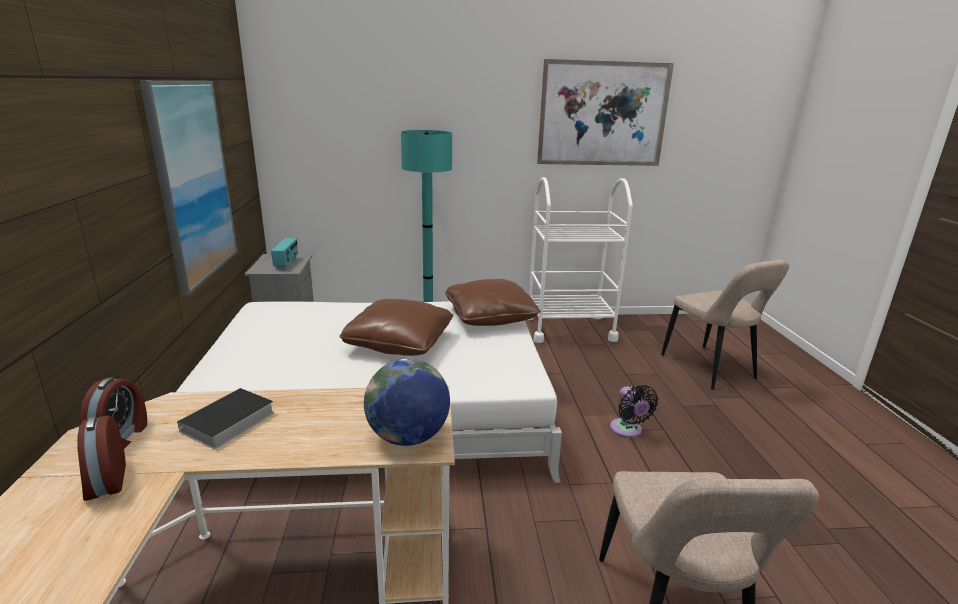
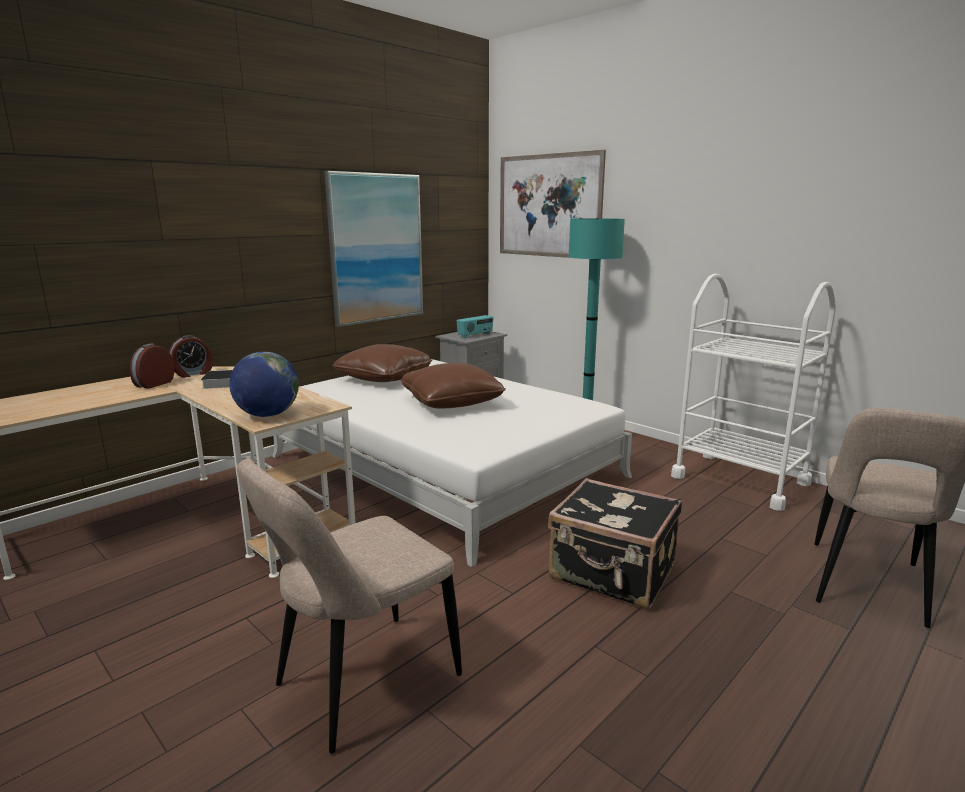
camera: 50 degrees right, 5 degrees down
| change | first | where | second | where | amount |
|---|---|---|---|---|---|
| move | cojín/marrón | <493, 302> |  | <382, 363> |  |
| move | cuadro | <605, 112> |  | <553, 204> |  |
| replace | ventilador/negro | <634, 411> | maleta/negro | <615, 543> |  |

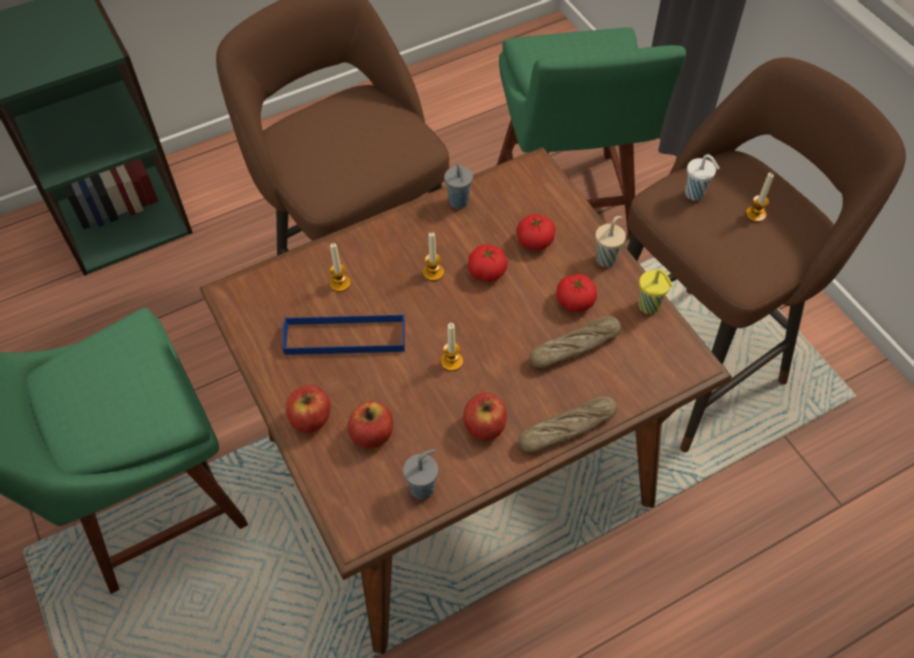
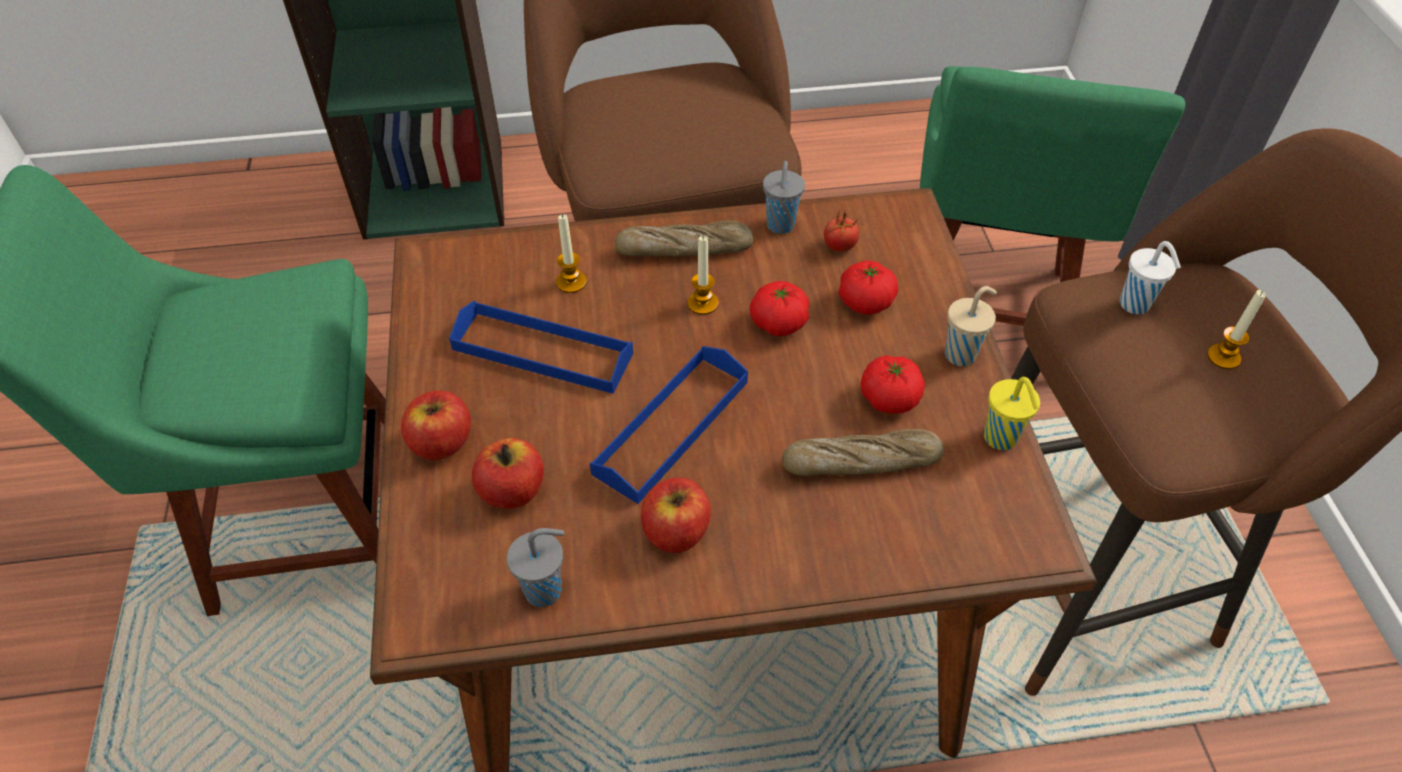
camera: 20 degrees right, 5 degrees down
| change | first | where | second | where | amount |
|---|---|---|---|---|---|
| replace | vela | <452, 347> | bandeja/azul | <669, 425> |  |
| move | pan | <567, 424> |  | <684, 238> |  |
| insert |  |  | tomate | <841, 231> |  |

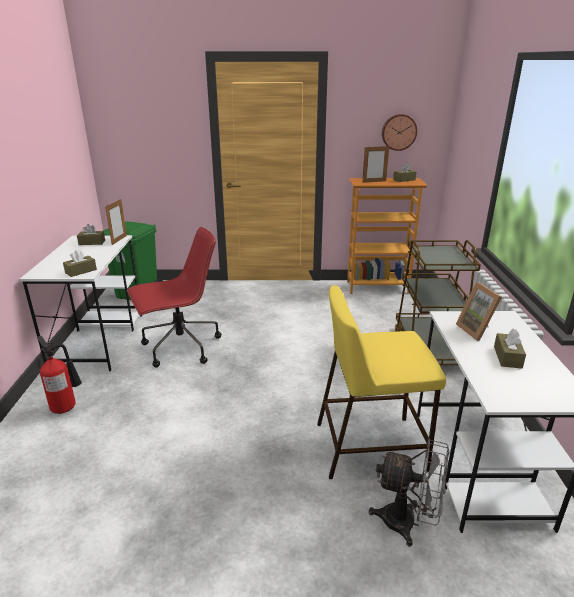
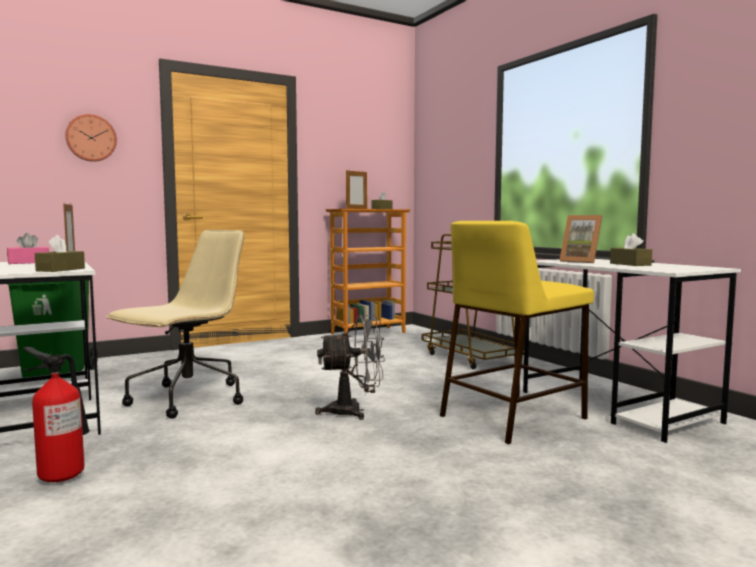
camera: 30 degrees left, 20 degrees down
| change | first | where | second | where | amount |
|---|---|---|---|---|---|
| recolor | caja de pañuelos/marrón | <91, 234> | caja de pañuelos/rosa | <28, 248> |  |
| recolor | silla de oficina/rojo | <174, 297> | silla de oficina/beis | <175, 324> |  |
| move | ventilador/gris | <409, 493> |  | <350, 367> |  |
| move | reloj de pared | <399, 132> |  | <91, 138> |  |

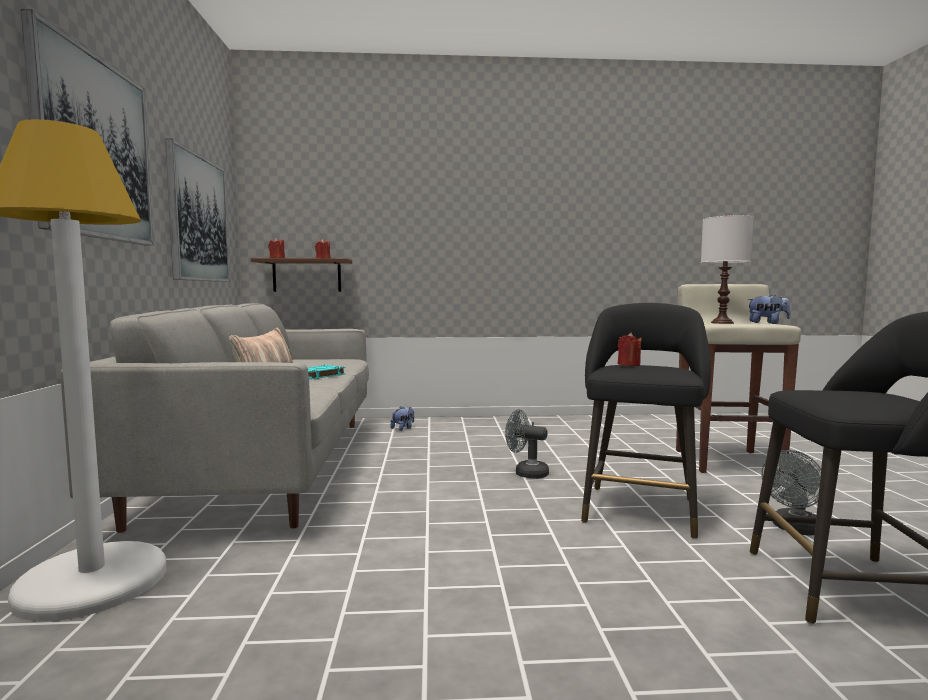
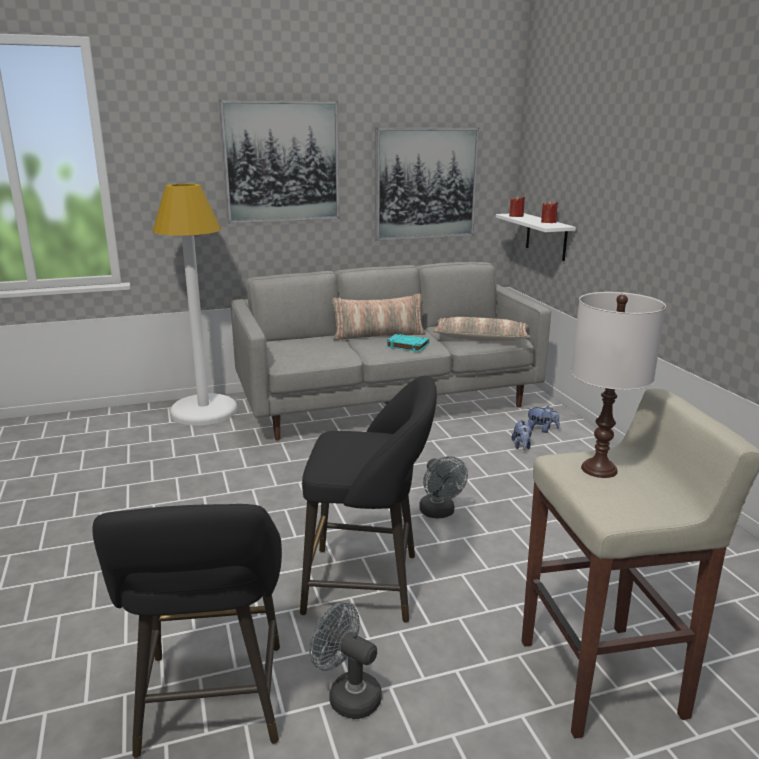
camera: 75 degrees right, 15 degrees up
| change | first | where | second | where | amount |
|---|---|---|---|---|---|
| recolor | estante/marrón | <301, 275> | estante/blanco | <536, 237> |  |
| rotate | ventilador/gris | <527, 444> |  | <443, 487> | 150 degrees clockwise |
| delete | vela/rojo | <630, 349> |  |  |  |
| move | peluche | <768, 309> |  | <521, 435> |  |
| insert |  |  | cojín | <481, 329> |  |

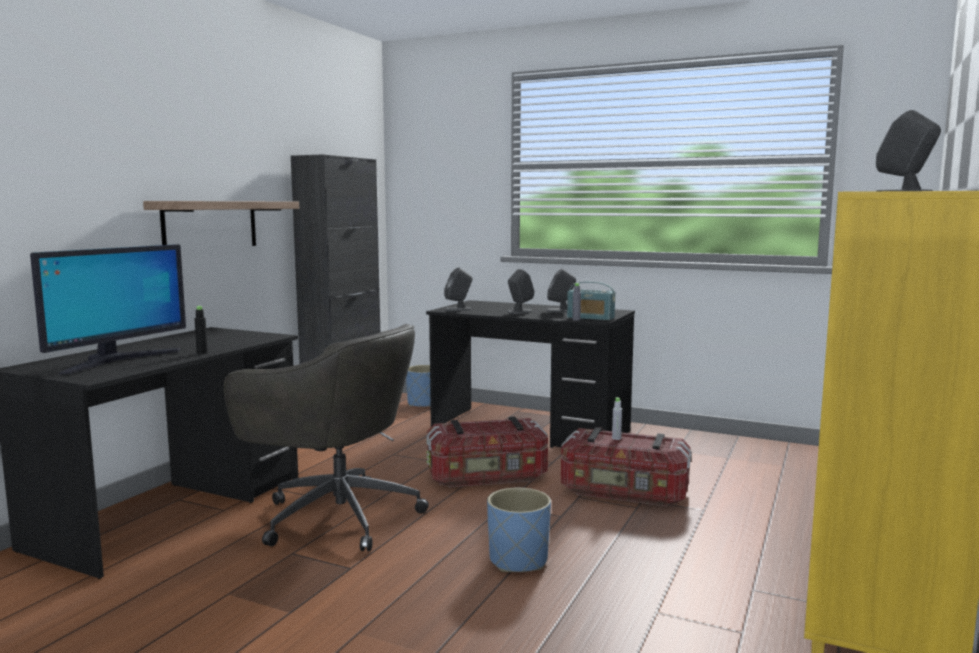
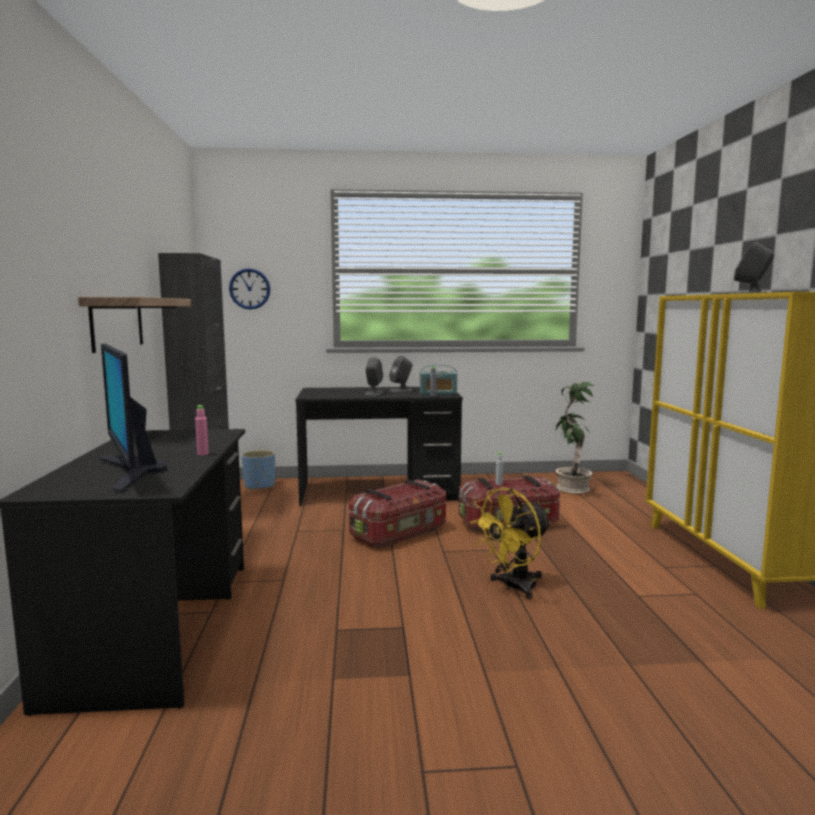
camera: 30 degrees left, 0 degrees up
| change | first | where | second | where | amount |
|---|---|---|---|---|---|
| rotate | monitor | <108, 309> |  | <133, 417> | 150 degrees clockwise |
| recolor | botella/negro | <201, 330> | botella/rosa | <202, 430> |  |
| delete | silla de oficina/gris | <326, 437> |  |  |  |
| delete | altavoz/gris | <458, 289> |  |  |  |
| replace | maceta/azul | <519, 530> | ventilador/amarillo | <511, 543> |  |
| insert |  |  | reloj de pared | <249, 289> |  |
| insert |  |  | planta en maceta | <575, 438> |  |

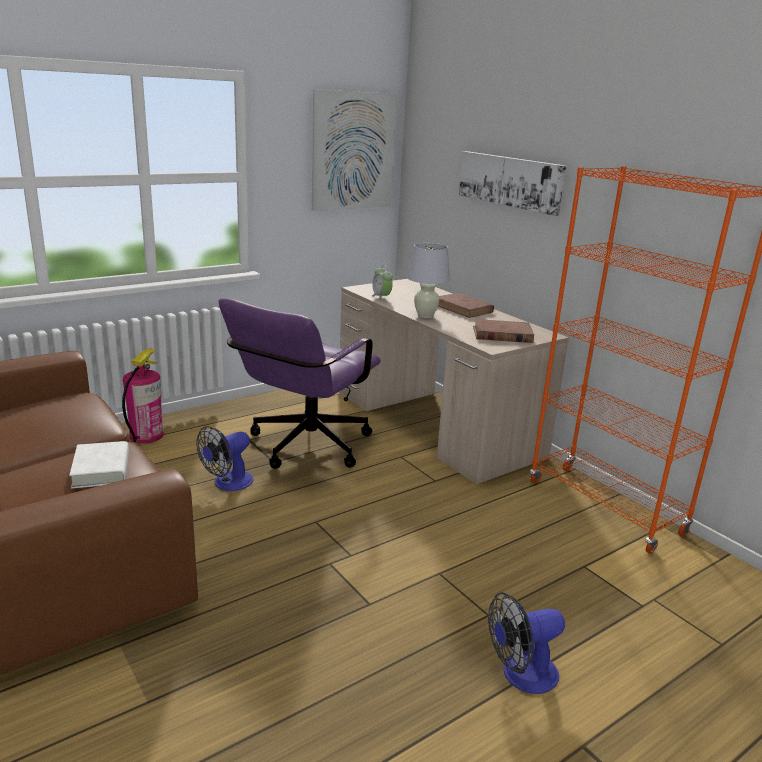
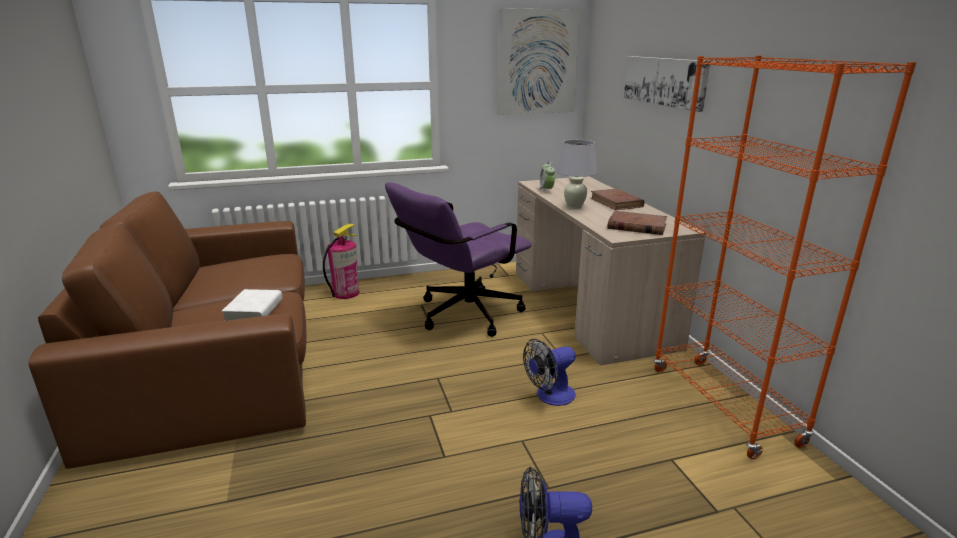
camera: 20 degrees right, 0 degrees up
| change | first | where | second | where | amount |
|---|---|---|---|---|---|
| move | ventilador | <225, 458> |  | <549, 372> |  |

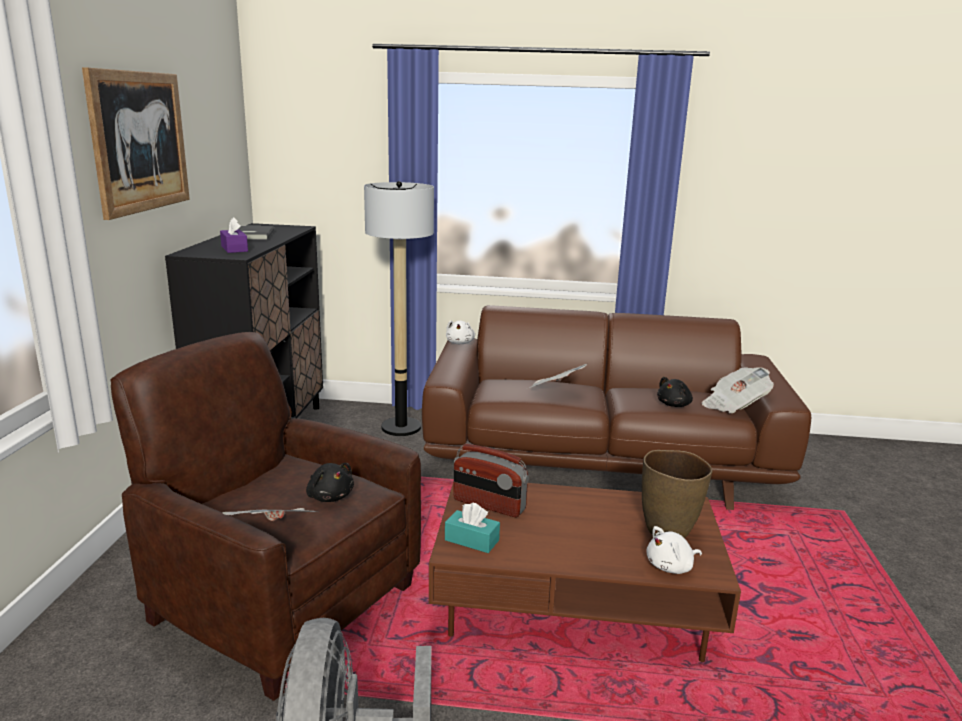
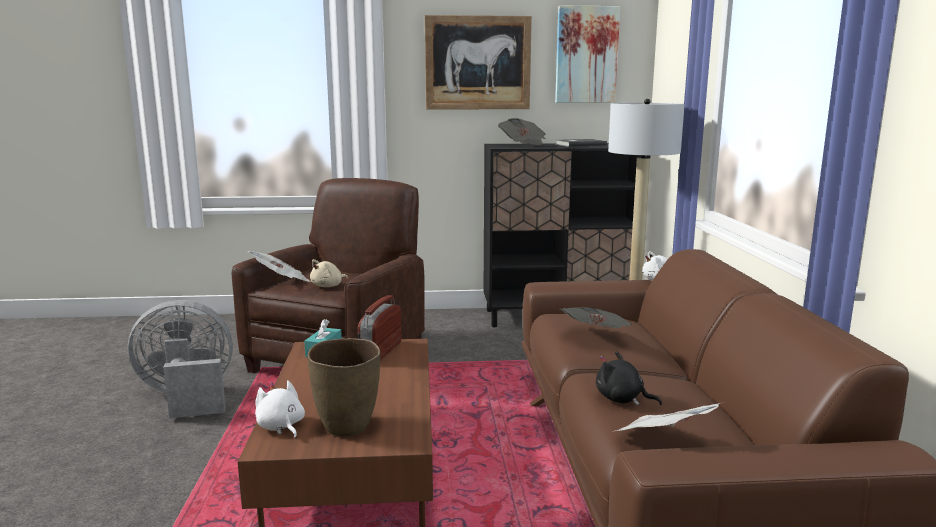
camera: 80 degrees right, 5 degrees down
| change | first | where | second | where | amount |
|---|---|---|---|---|---|
| replace | caja de pañuelos/morado | <234, 235> | periódico | <522, 131> |  |
| recolor | peluche/negro | <330, 482> | peluche/beis | <329, 273> |  |
| insert |  |  | cuadro | <587, 54> |  |

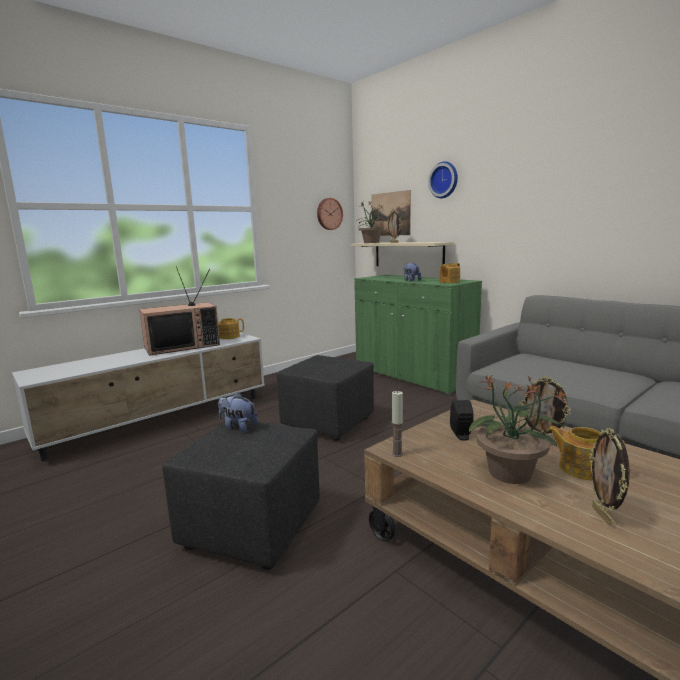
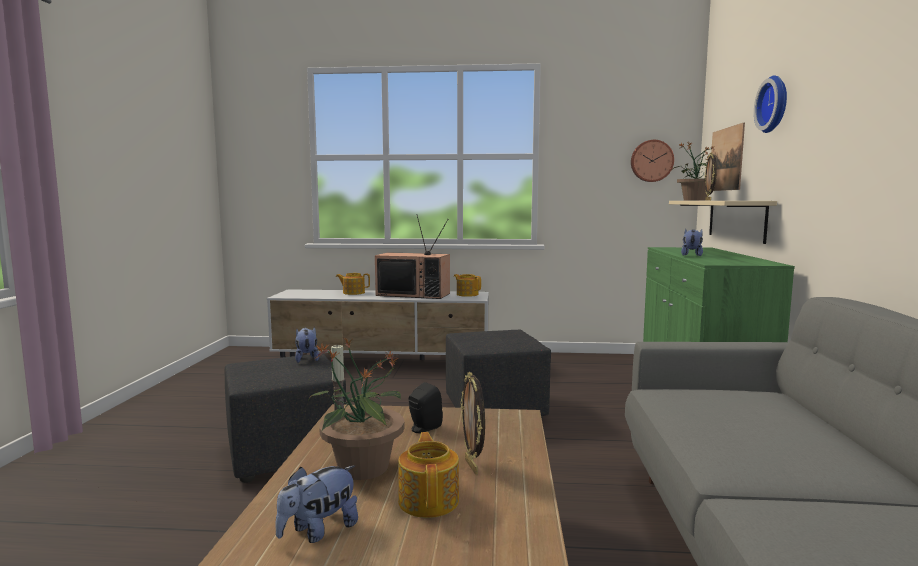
camera: 45 degrees right, 5 degrees down
| change | first | where | second | where | amount |
|---|---|---|---|---|---|
| move | tetera | <450, 273> |  | <353, 284> |  |
| replace | portarretratos | <609, 477> | peluche | <316, 504> |  |

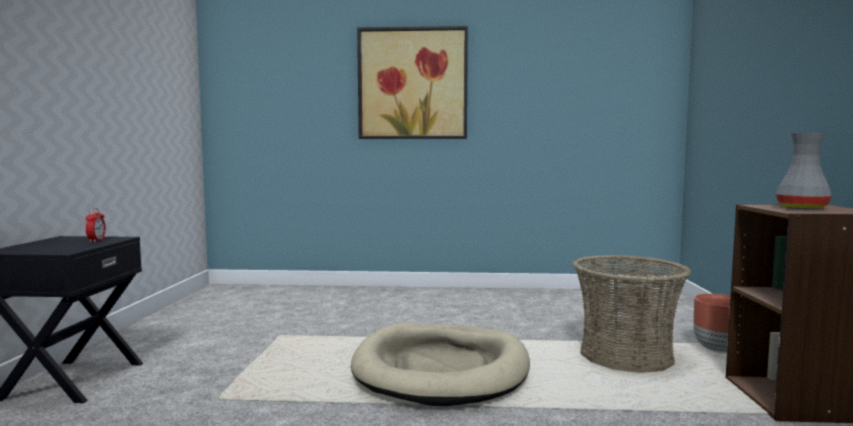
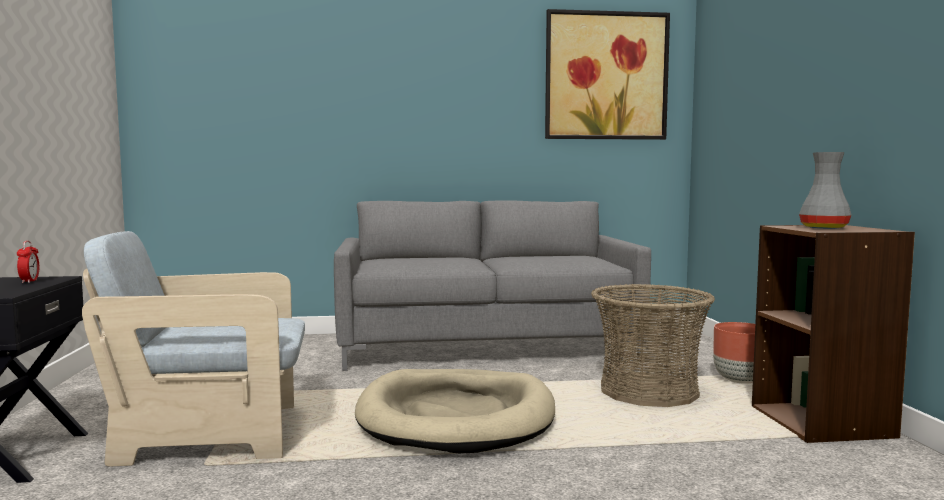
camera: 10 degrees left, 0 degrees up
| change | first | where | second | where | amount |
|---|---|---|---|---|---|
| move | cuadro | <412, 82> |  | <607, 74> |  |
| insert |  |  | sillón/beis | <193, 348> |  |
| insert |  |  | sofá/gris | <492, 285> |  |

